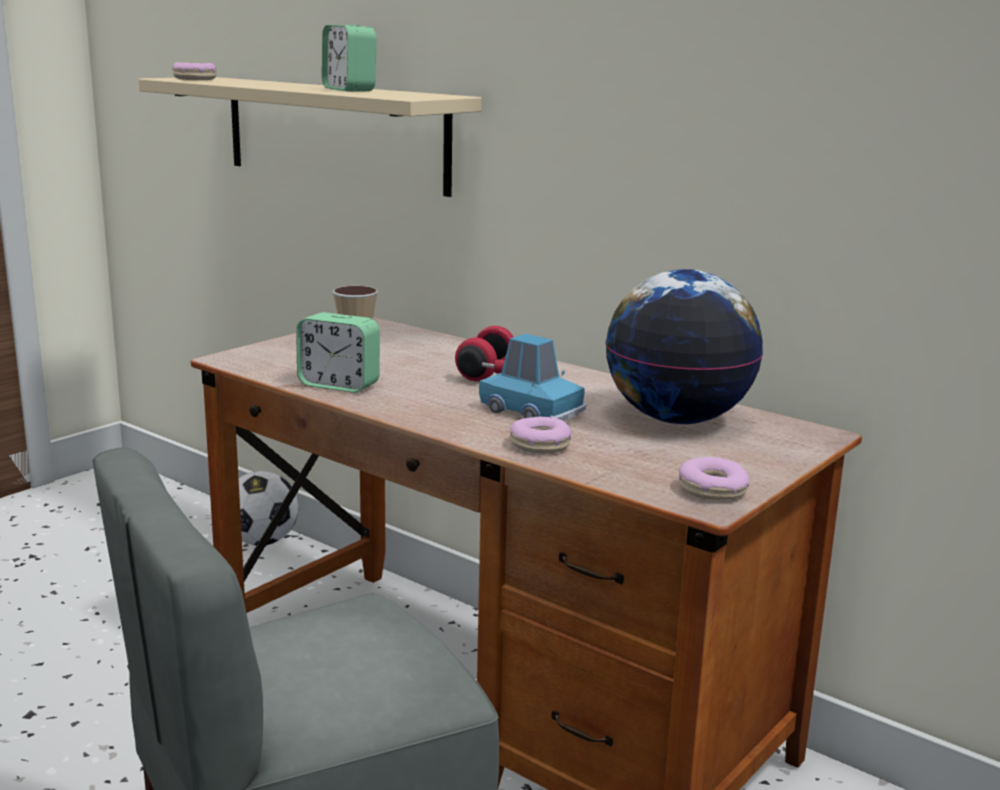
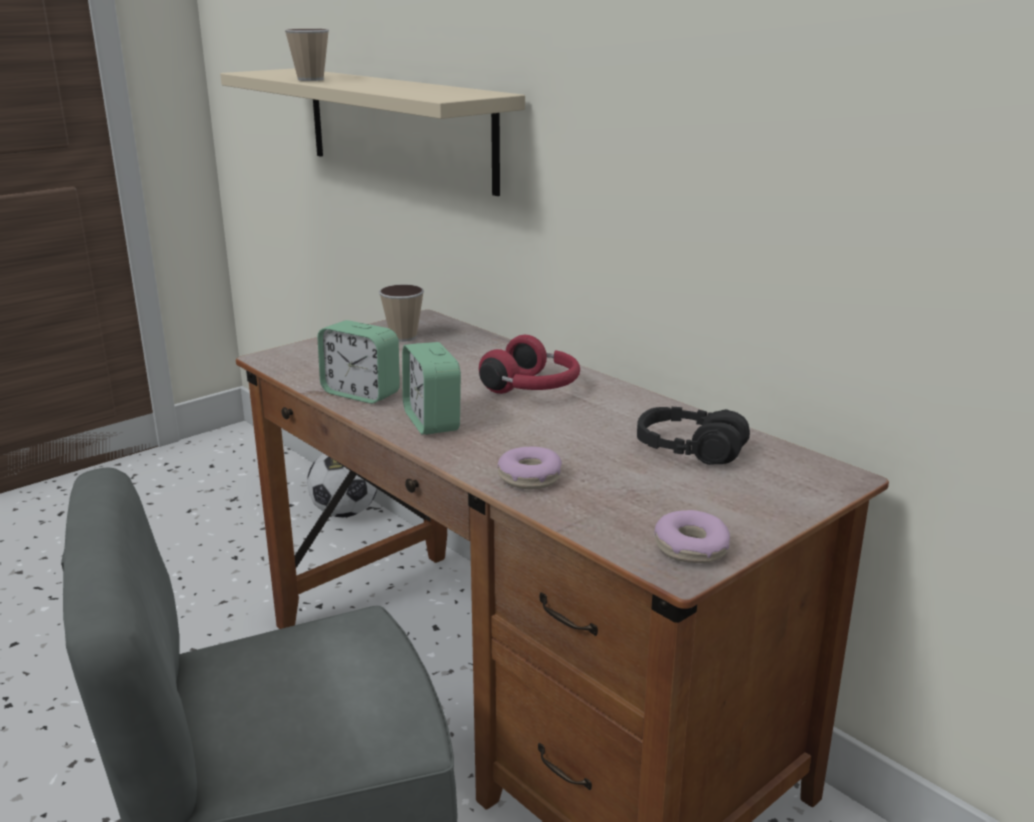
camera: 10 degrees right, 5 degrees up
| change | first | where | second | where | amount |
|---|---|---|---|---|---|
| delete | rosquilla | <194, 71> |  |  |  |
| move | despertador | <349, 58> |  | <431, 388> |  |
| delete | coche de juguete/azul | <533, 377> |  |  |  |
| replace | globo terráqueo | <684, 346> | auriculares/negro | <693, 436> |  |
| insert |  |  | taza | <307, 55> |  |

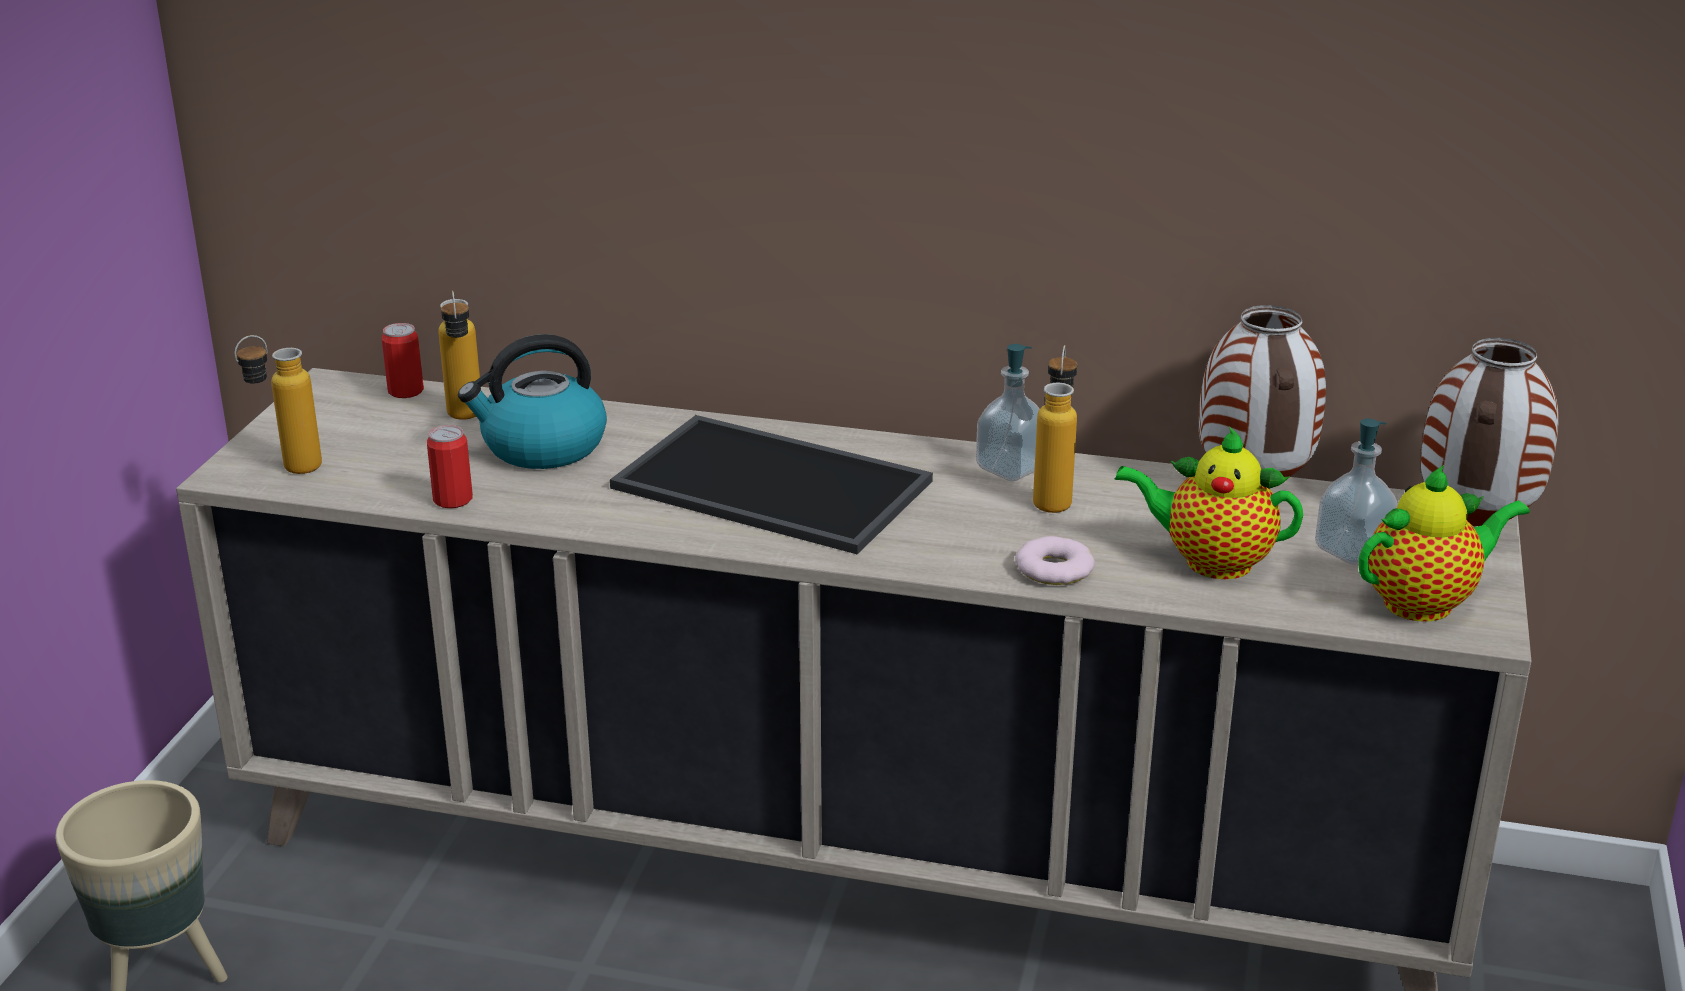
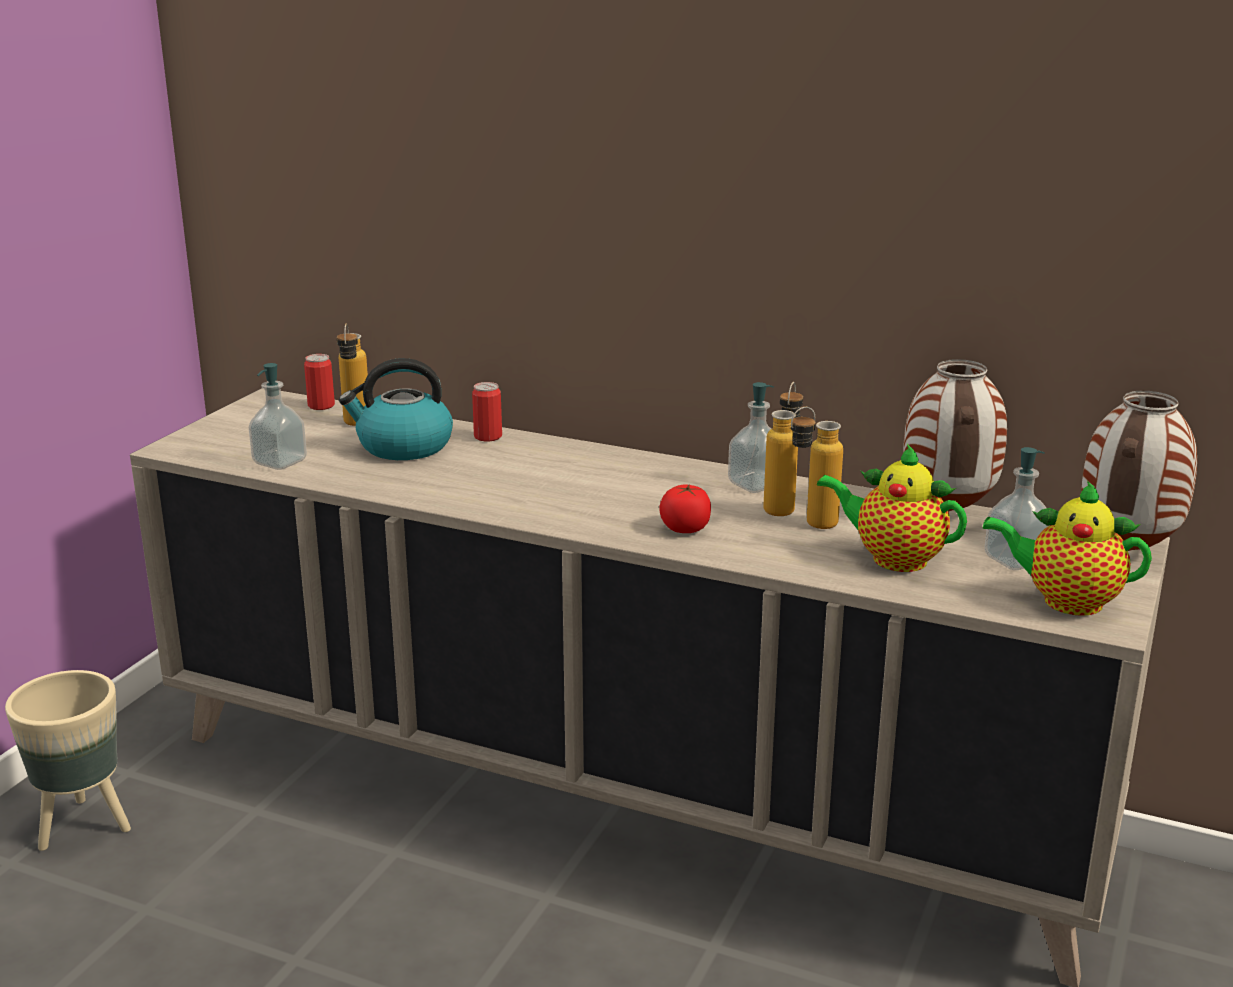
camera: 10 degrees right, 5 degrees down
| change | first | where | second | where | amount |
|---|---|---|---|---|---|
| move | botella | <278, 404> |  | <817, 468> |  |
| move | lata | <450, 466> |  | <487, 411> |  |
| delete | bandeja | <771, 484> |  |  |  |
| delete | rosquilla | <1055, 560> |  |  |  |
| rotate | tetera | <1444, 543> |  | <1067, 548> | 150 degrees counterclockwise |
| insert |  |  | dispensador de jabón | <278, 416> |  |
| insert |  |  | tomate | <685, 509> |  |

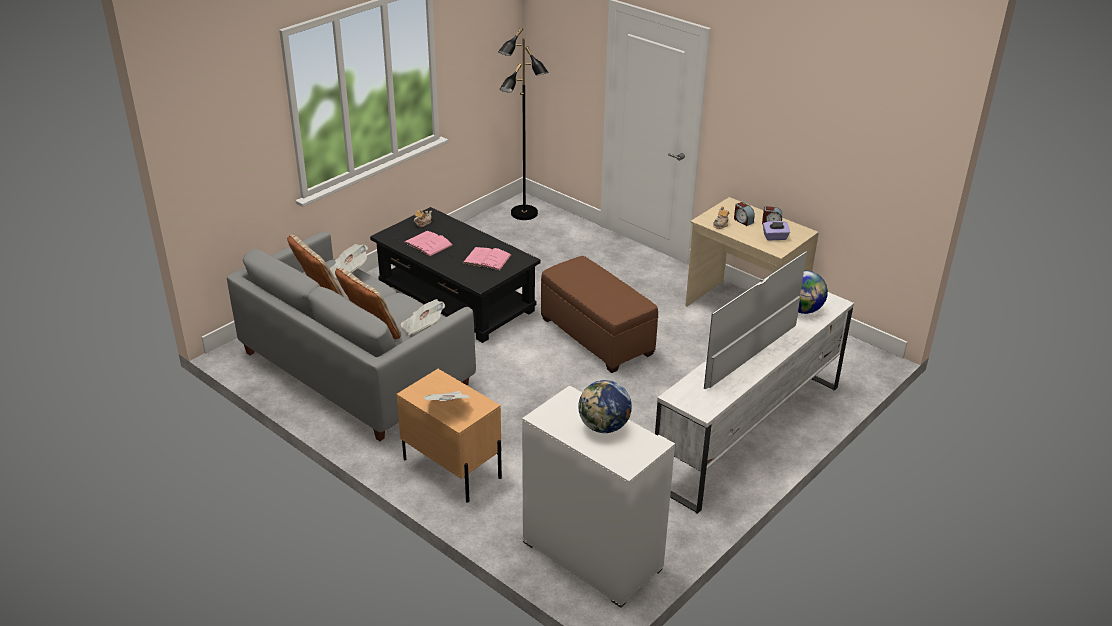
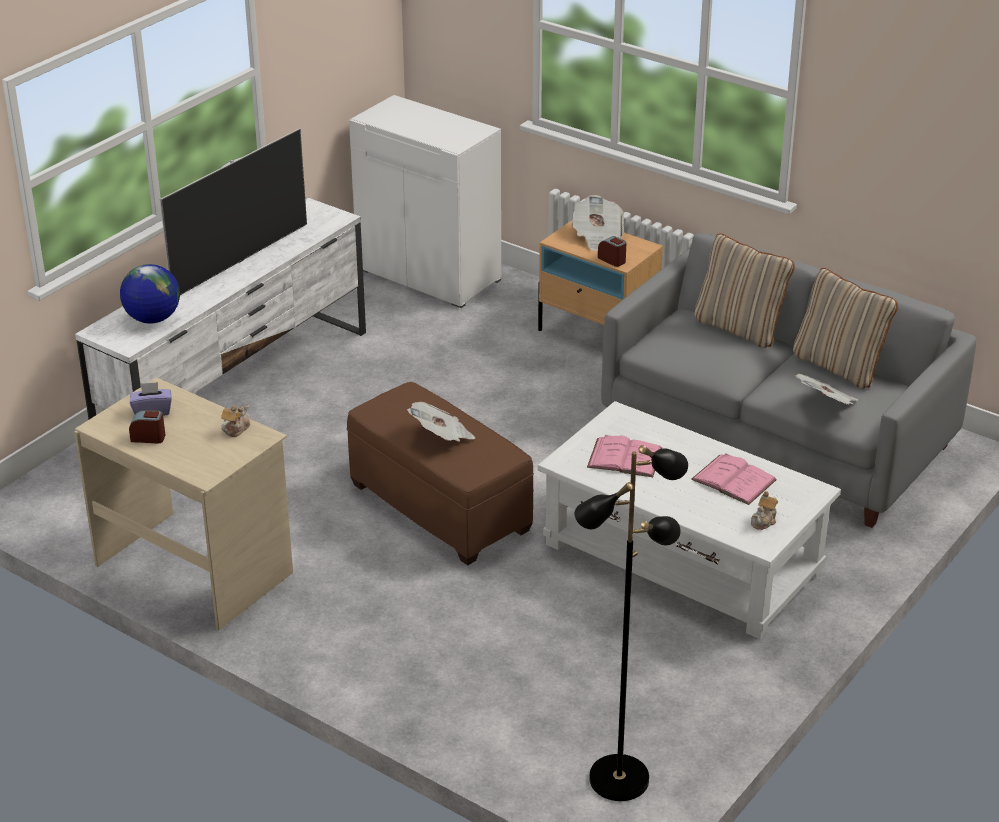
camera: 175 degrees right, 0 degrees up
| change | first | where | second | where | amount |
|---|---|---|---|---|---|
| recolor | mesa de centro/negro | <455, 275> | mesa de centro/blanco | <689, 520> |  |
| move | periódico | <423, 317> |  | <441, 422> |  |
| delete | globo terráqueo | <605, 406> |  |  |  |
| move | despertador | <744, 214> |  | <612, 251> |  |

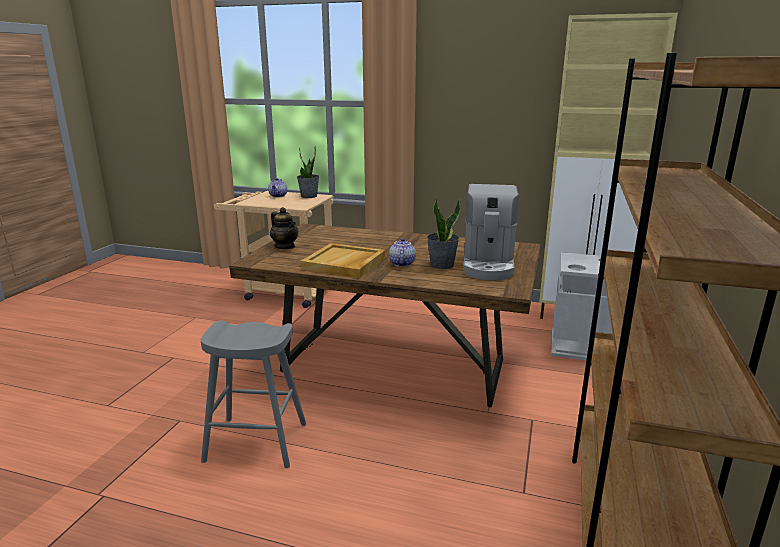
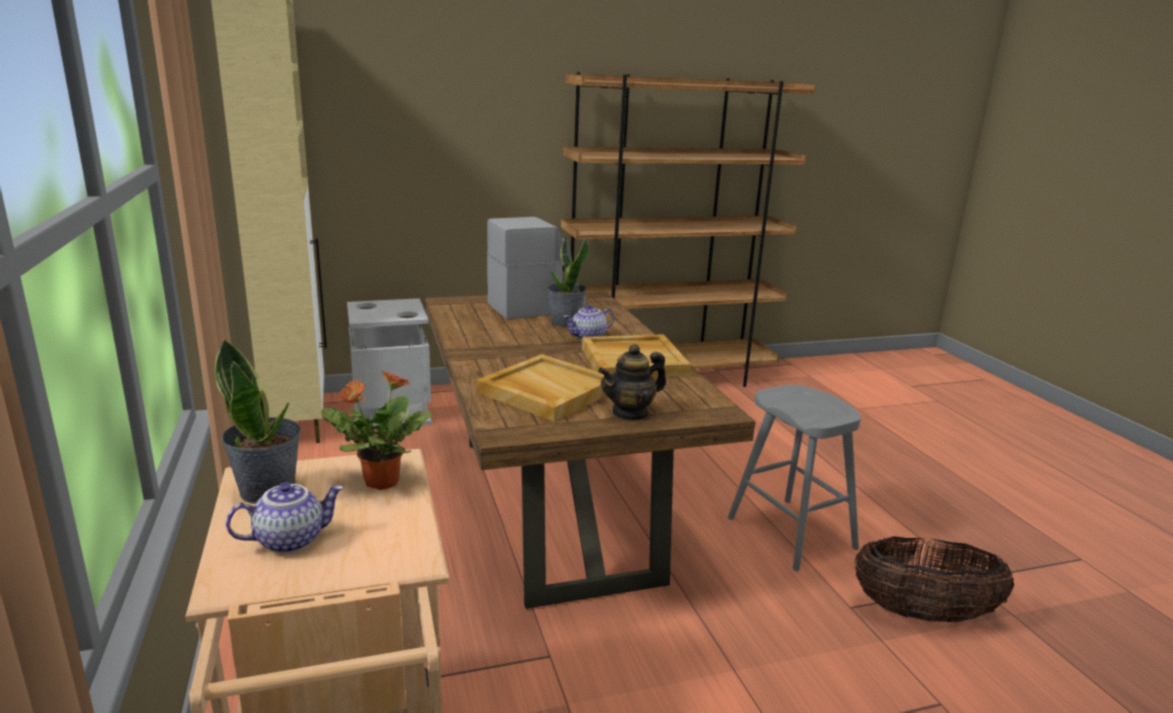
camera: 125 degrees left, 0 degrees up
| change | first | where | second | where | amount |
|---|---|---|---|---|---|
| rotate | tetera | <284, 228> |  | <632, 382> | 135 degrees counterclockwise |
| insert |  |  | planta en maceta | <377, 430> |  |
| insert |  |  | bandeja/beis | <541, 387> |  |
| insert |  |  | cesta | <934, 579> |  |

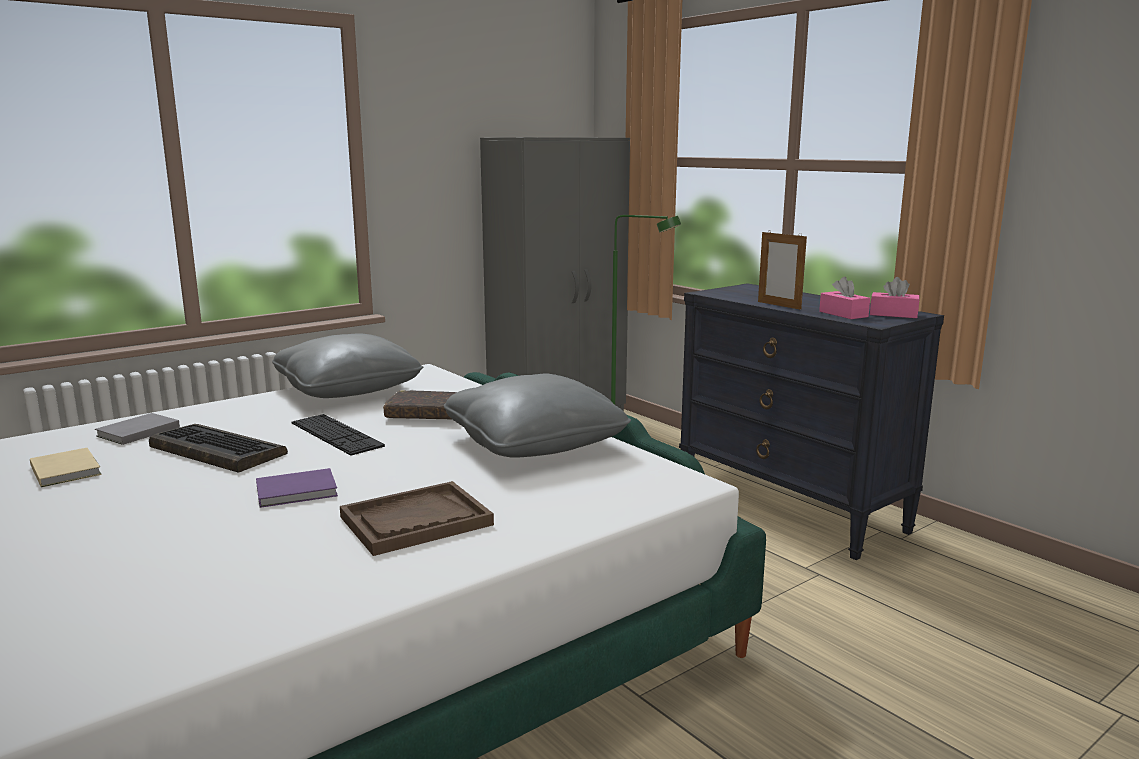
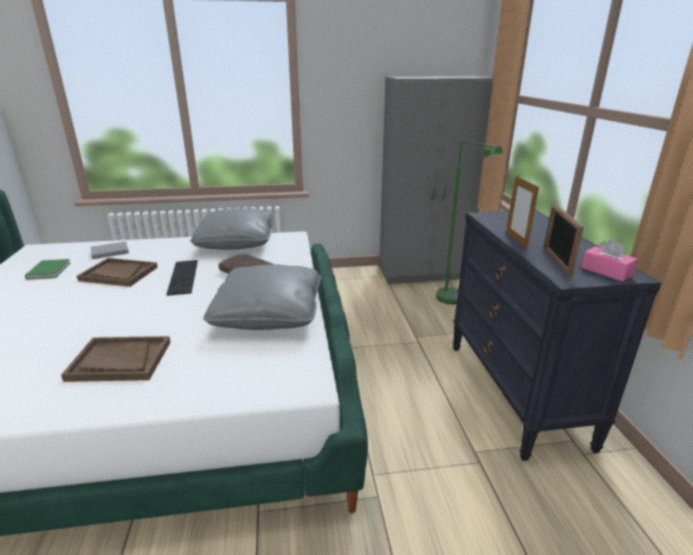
camera: 30 degrees right, 10 degrees up
| change | first | where | second | where | amount |
|---|---|---|---|---|---|
| recolor | libro/beis | <66, 467> | libro/verde | <48, 269> |  |
| replace | teclado | <218, 448> | bandeja/marrón | <117, 272> |  |
| delete | libro/morado | <297, 488> |  |  |  |
| replace | caja de pañuelos/rosa | <844, 298> | portarretratos | <564, 240> |  |

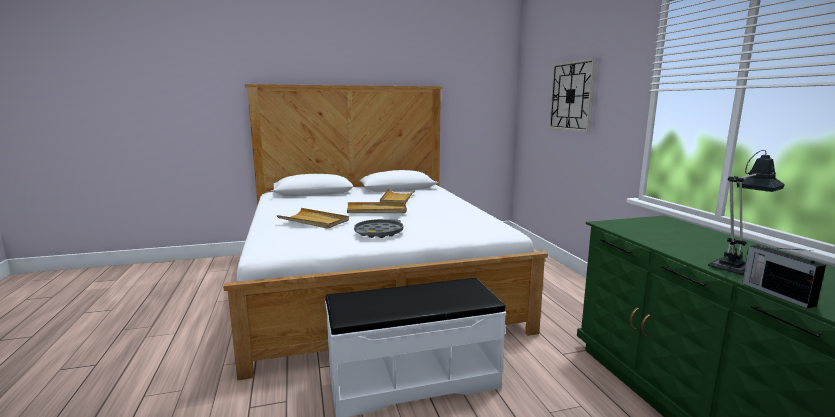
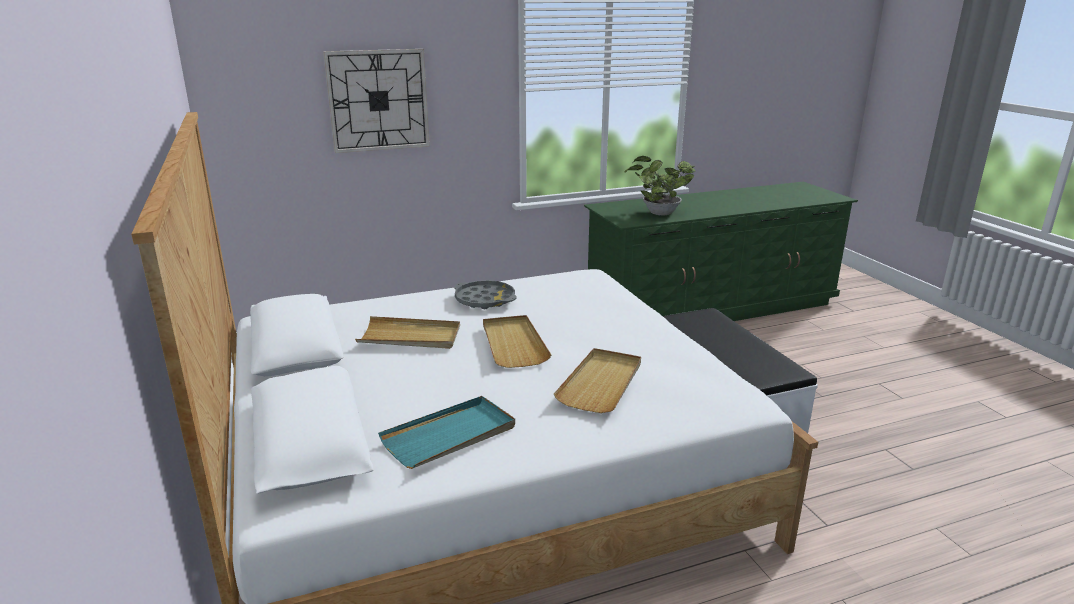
camera: 95 degrees left, 10 degrees up
| change | first | where | second | where | amount |
|---|---|---|---|---|---|
| move | bandeja/gris | <378, 228> |  | <485, 294> |  |
| delete | lámpara de mesa | <746, 212> |  |  |  |
| delete | radio | <784, 276> |  |  |  |
| insert |  |  | bandeja/turquesa | <446, 432> |  |
| insert |  |  | planta en maceta | <660, 186> |  |

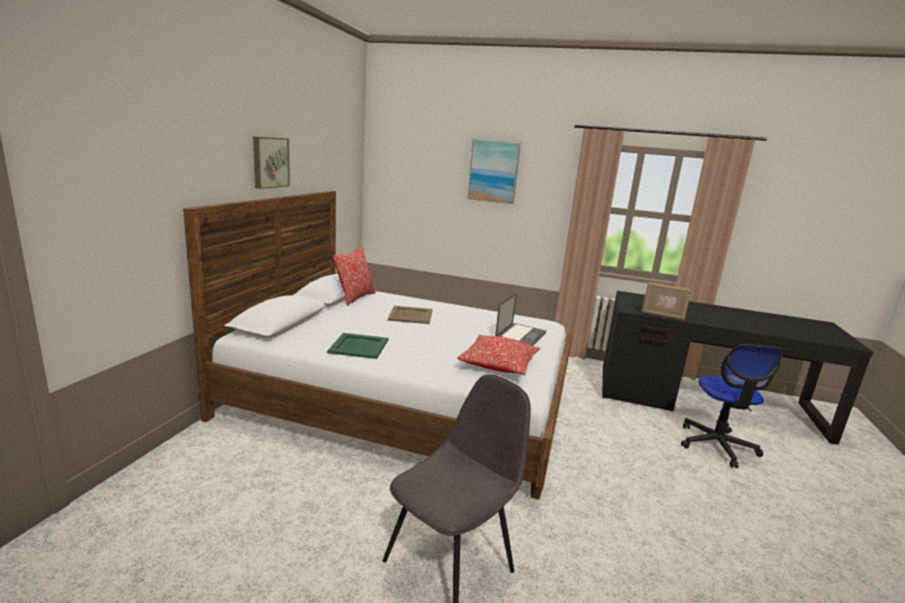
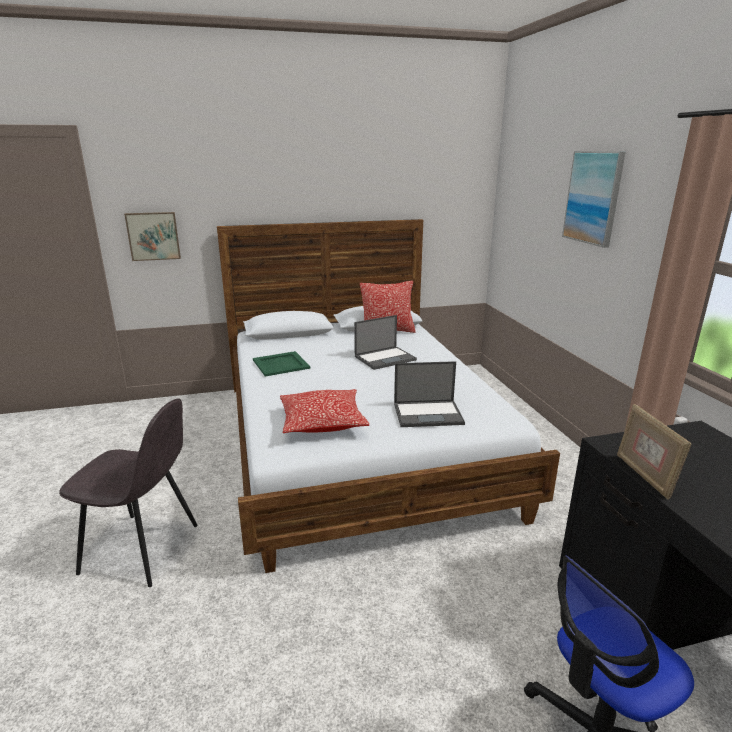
camera: 60 degrees right, 5 degrees up
| change | first | where | second | where | amount |
|---|---|---|---|---|---|
| move | cuadro | <271, 162> |  | <152, 236> |  |
| replace | bandeja/beis | <410, 315> | portátil | <385, 342> |  |

